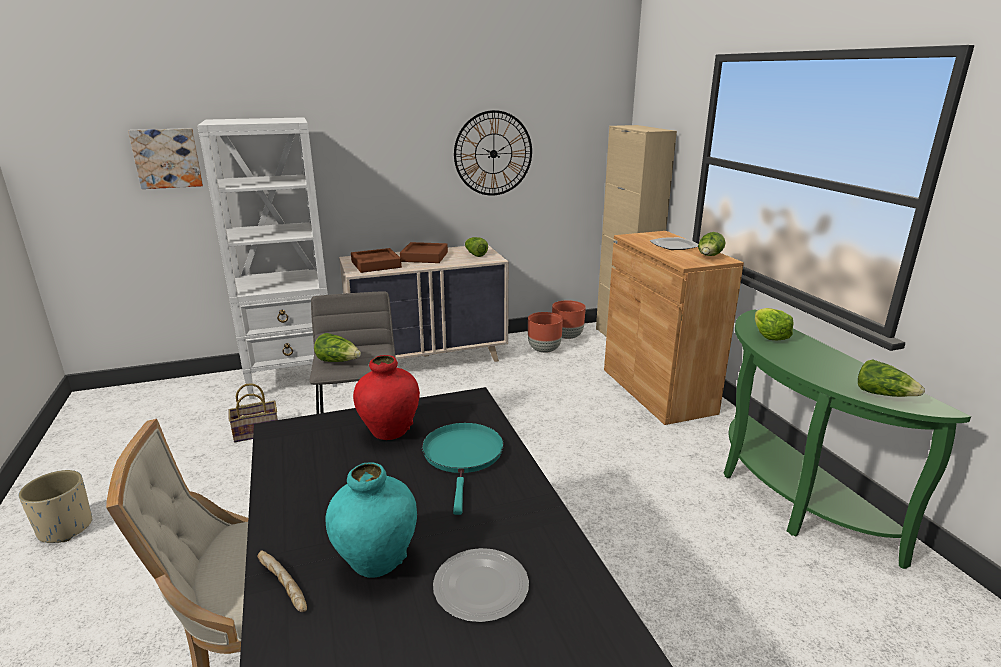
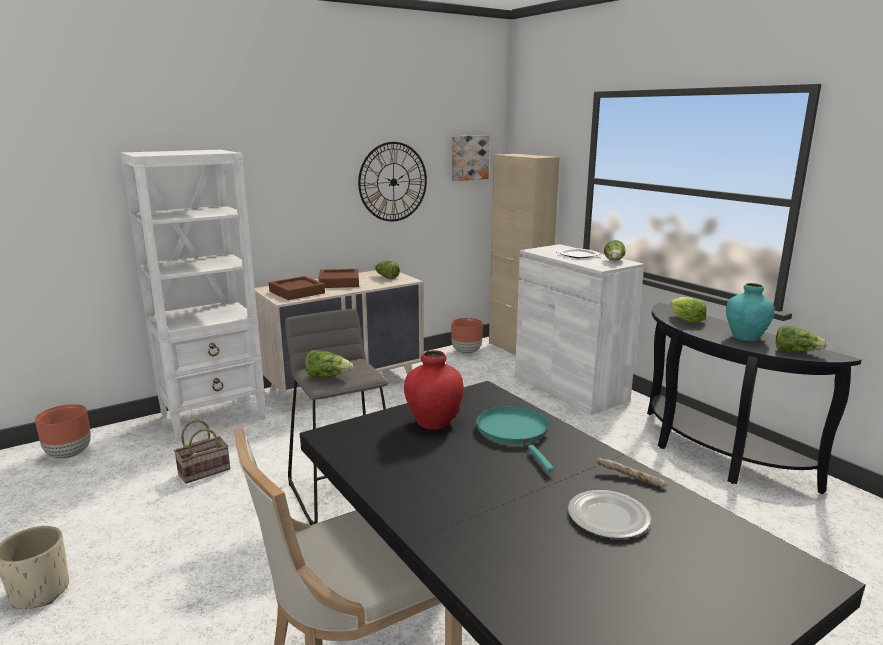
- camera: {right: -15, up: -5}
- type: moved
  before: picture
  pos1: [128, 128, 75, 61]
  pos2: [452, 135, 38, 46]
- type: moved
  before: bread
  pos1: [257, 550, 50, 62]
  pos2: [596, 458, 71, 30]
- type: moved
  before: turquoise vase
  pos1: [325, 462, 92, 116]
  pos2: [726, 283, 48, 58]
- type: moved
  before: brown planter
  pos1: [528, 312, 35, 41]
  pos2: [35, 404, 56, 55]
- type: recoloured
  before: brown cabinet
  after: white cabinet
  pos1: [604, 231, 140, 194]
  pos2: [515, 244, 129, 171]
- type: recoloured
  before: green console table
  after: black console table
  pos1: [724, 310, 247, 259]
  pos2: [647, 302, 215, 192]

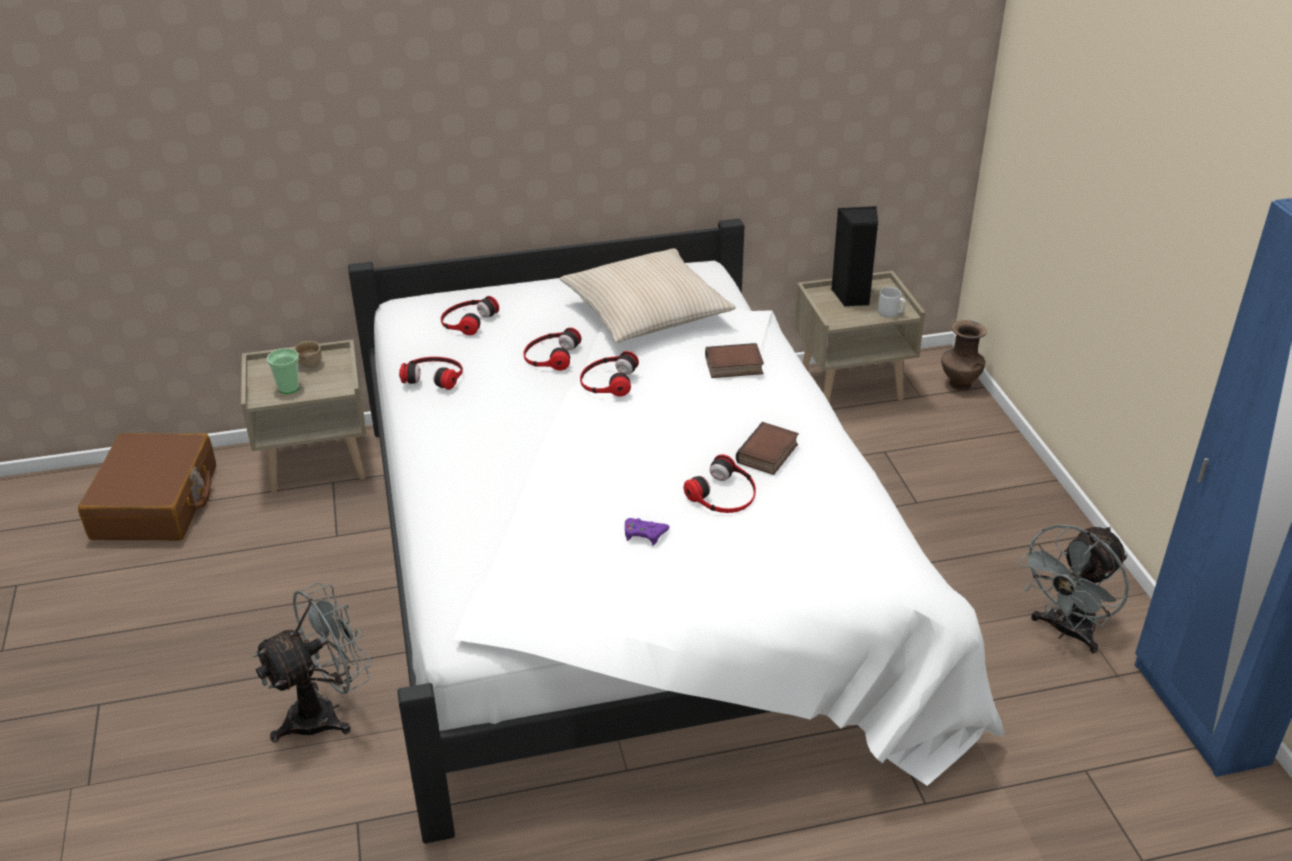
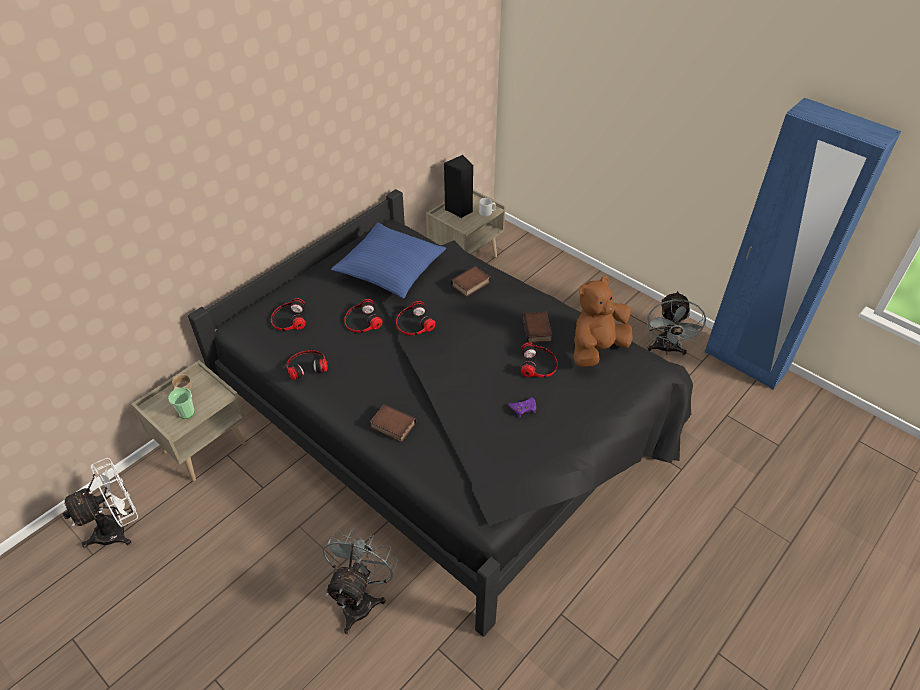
- camera: {right: -35, up: 10}
- type: replaced
  before: brown suitcase
  after: white fan
  pos1: [78, 433, 138, 108]
  pos2: [62, 458, 76, 90]
- type: recoloured
  before: white bed
  after: black bed
  pos1: [348, 218, 656, 626]
  pos2: [188, 189, 505, 448]
- type: recoloured
  before: beige pillow
  after: blue pillow
  pos1: [560, 248, 176, 95]
  pos2: [331, 223, 115, 75]
- type: removed
  before: brown vase
  pos1: [941, 320, 46, 71]
- type: added
  after: book
  pos2: [370, 404, 46, 38]
- type: added
  after: brown plush toy
  pos2: [573, 276, 60, 91]

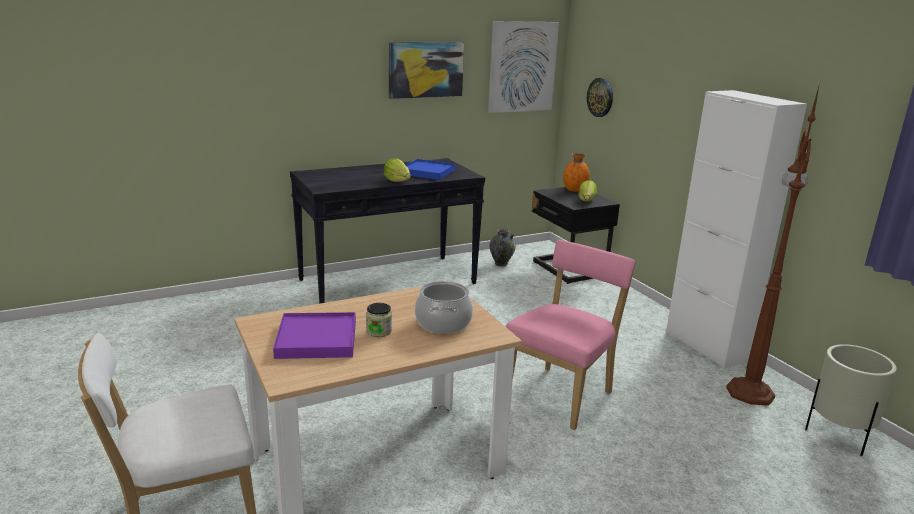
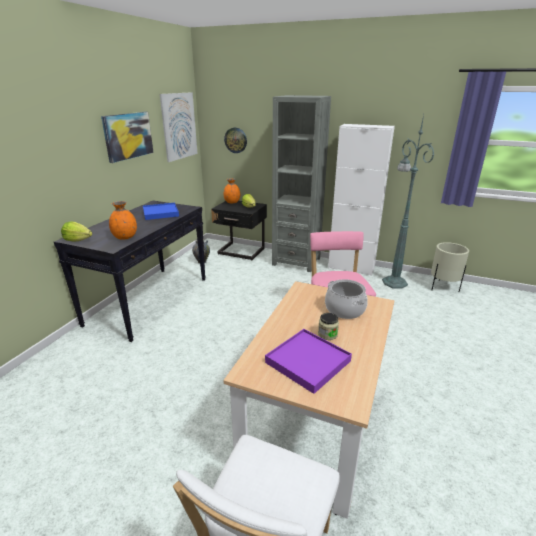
- camera: {right: -40, up: 5}
- type: moved
  before: lettuce
  pos1: [384, 158, 27, 24]
  pos2: [61, 221, 31, 21]
- type: recoloured
  before: brown floor lamp
  after: green floor lamp
  pos1: [726, 83, 94, 323]
  pos2: [382, 115, 52, 173]
- type: added
  after: orange vase
  pos2: [109, 201, 28, 39]
- type: added
  after: grey bookcase
  pos2: [272, 95, 59, 177]

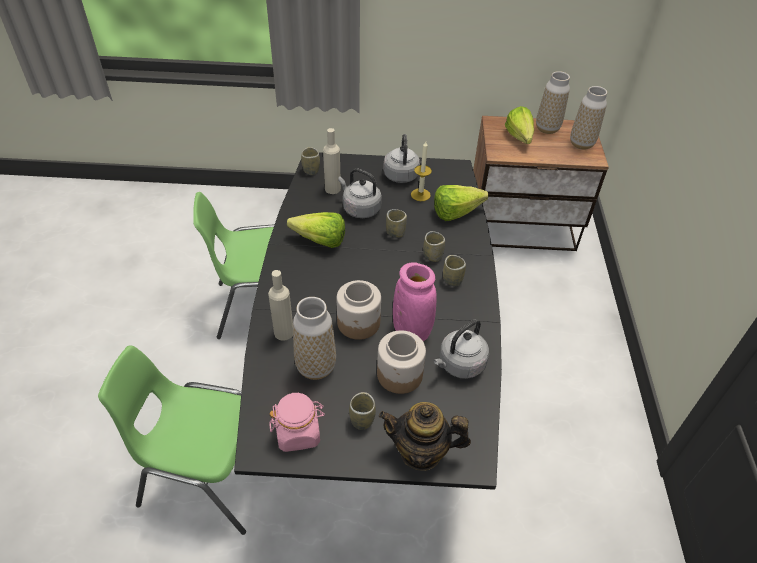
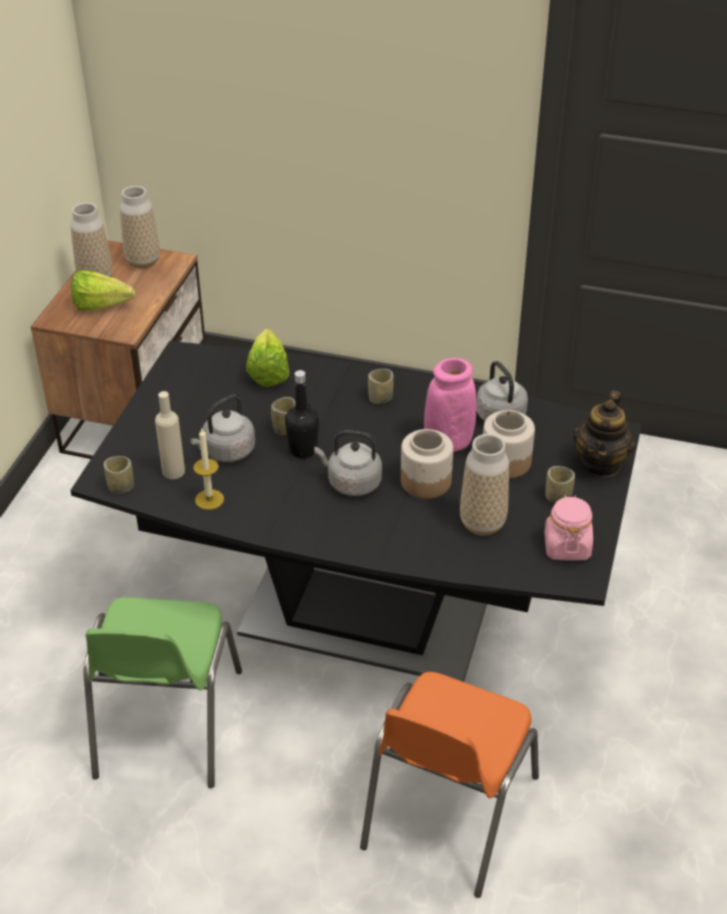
- camera: {right: -75, up: -5}
- type: recoloured
  before: green chair
  after: orange chair
  pos1: [98, 345, 148, 190]
  pos2: [360, 672, 179, 226]
- type: removed
  before: beige bottle
  pos1: [268, 270, 25, 71]
- type: removed
  before: lettuce
  pos1: [287, 212, 58, 36]
- type: moved
  before: grey kettle
  pos1: [383, 134, 37, 49]
  pos2: [314, 430, 68, 66]
- type: moved
  before: candle
  pos1: [411, 141, 21, 60]
  pos2: [193, 429, 31, 81]
- type: removed
  before: cup
  pos1: [423, 231, 22, 31]
- type: added
  after: black bottle
  pos2: [285, 370, 34, 88]

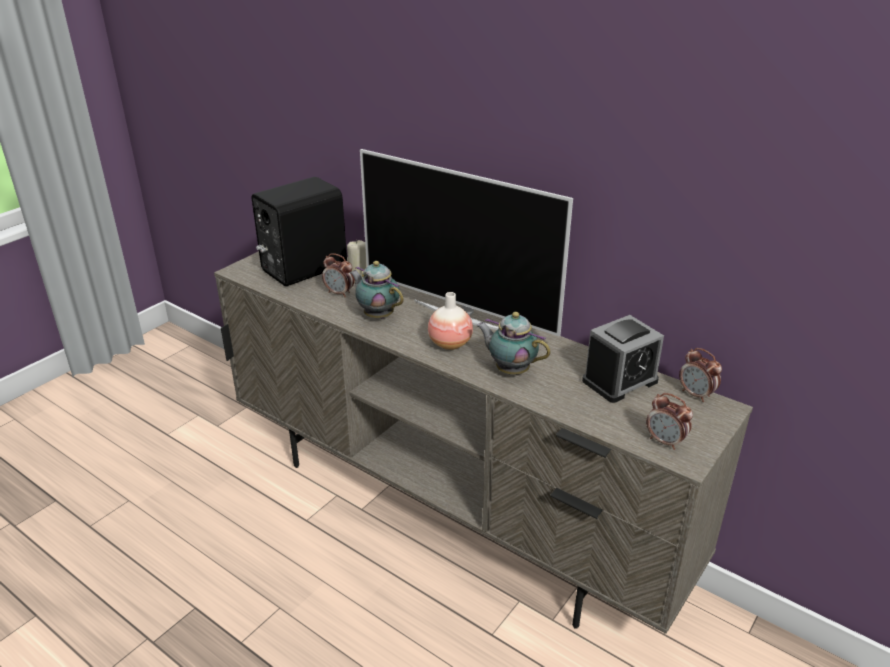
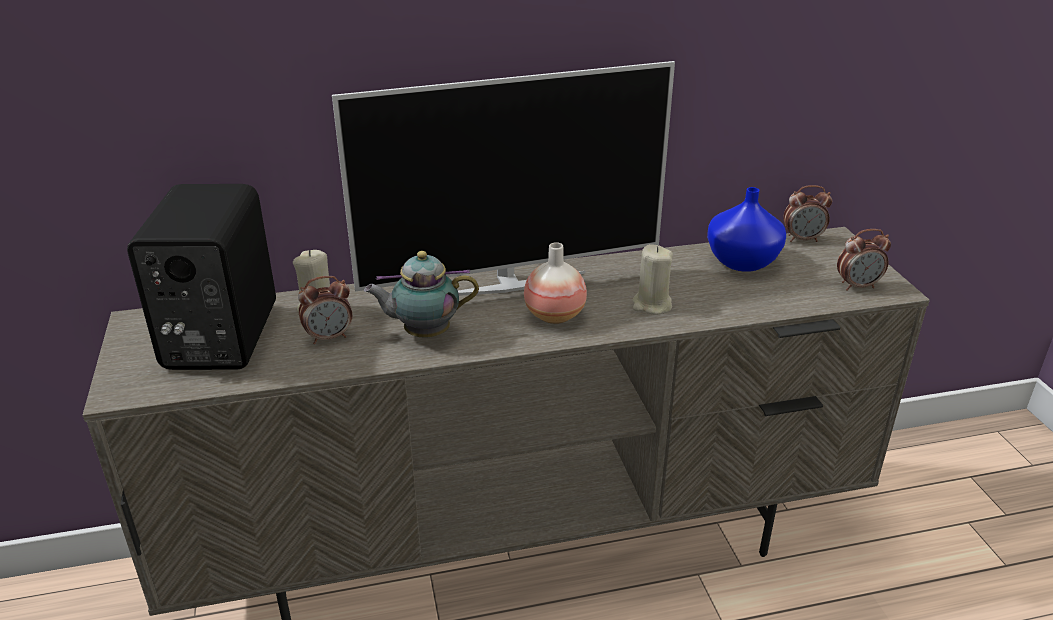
- camera: {right: -50, up: 0}
- type: replaced
  before: teapot
  after: beige candle
  pos1: [476, 312, 74, 63]
  pos2: [632, 244, 41, 71]
- type: replaced
  before: alarm clock
  after: blue vase
  pos1: [582, 315, 82, 88]
  pos2: [707, 187, 79, 85]

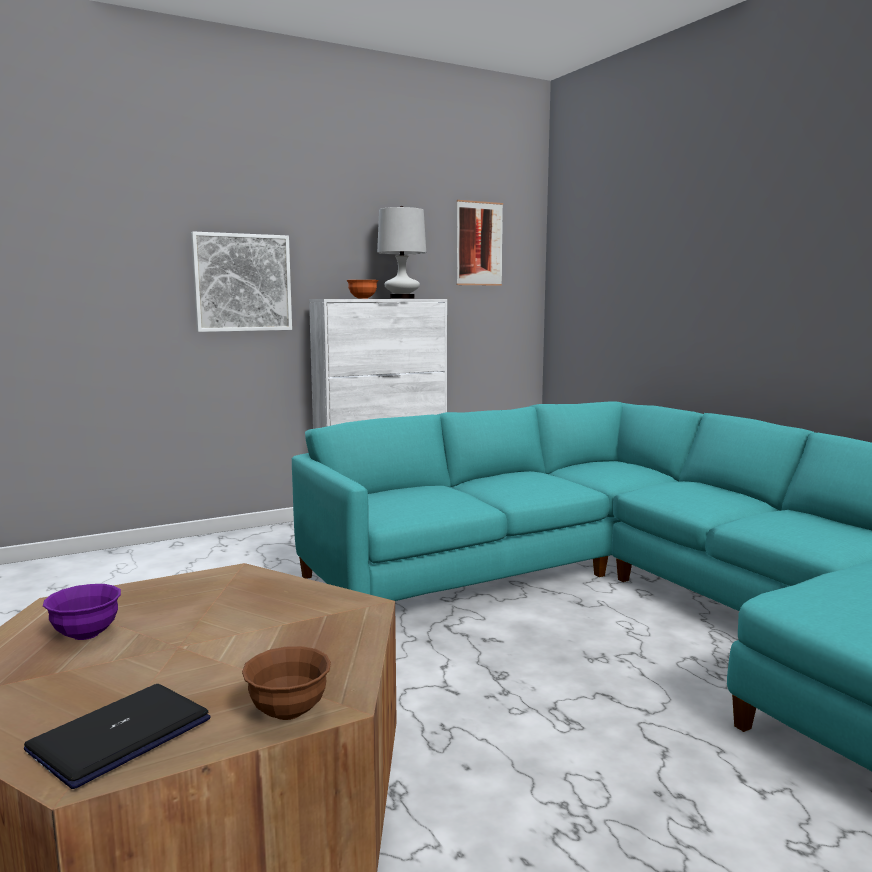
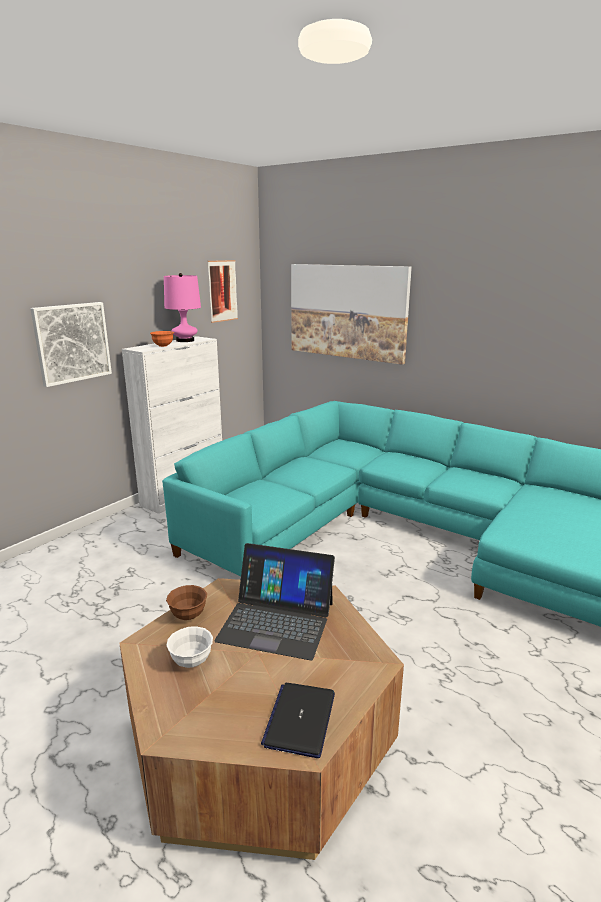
- camera: {right: -25, up: 10}
- type: recoloured
  before: purple bowl
  after: white bowl
  pos1: [43, 584, 78, 56]
  pos2: [166, 627, 47, 41]
- type: moved
  before: brown bowl
  pos1: [242, 646, 89, 74]
  pos2: [166, 585, 41, 35]
- type: recoloured
  before: white table lamp
  after: pink table lamp
  pos1: [377, 206, 49, 93]
  pos2: [164, 273, 37, 69]
- type: added
  after: laptop
  pos2: [214, 543, 121, 117]
- type: added
  after: picture
  pos2: [291, 264, 121, 101]

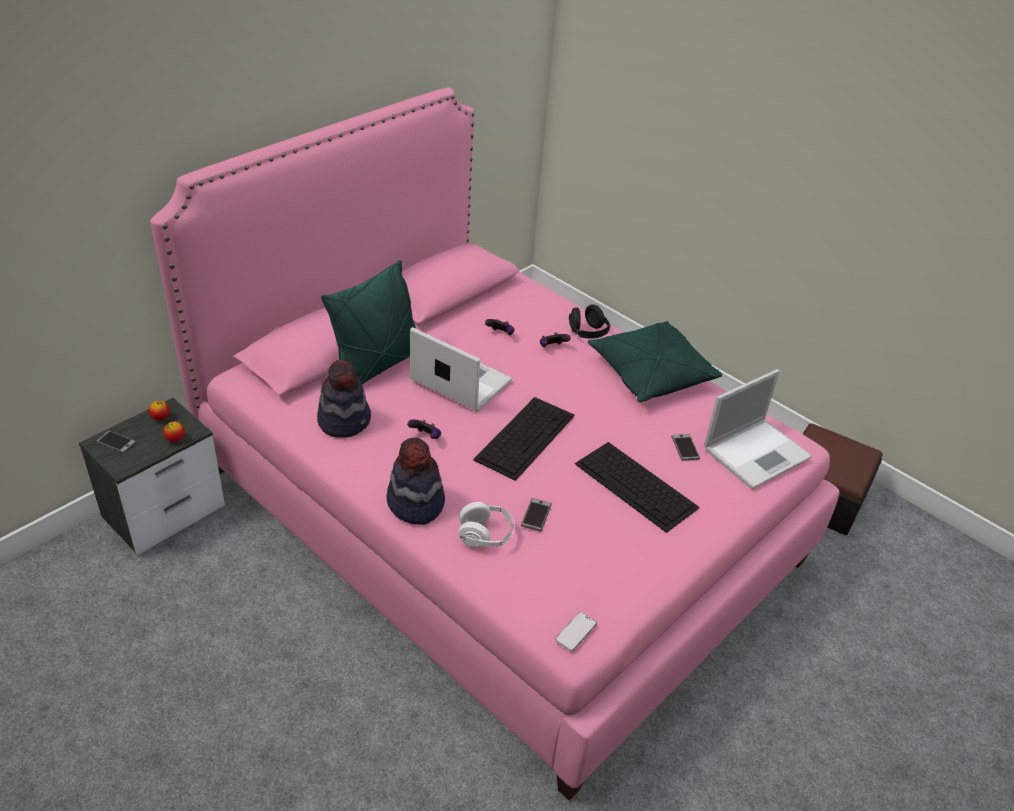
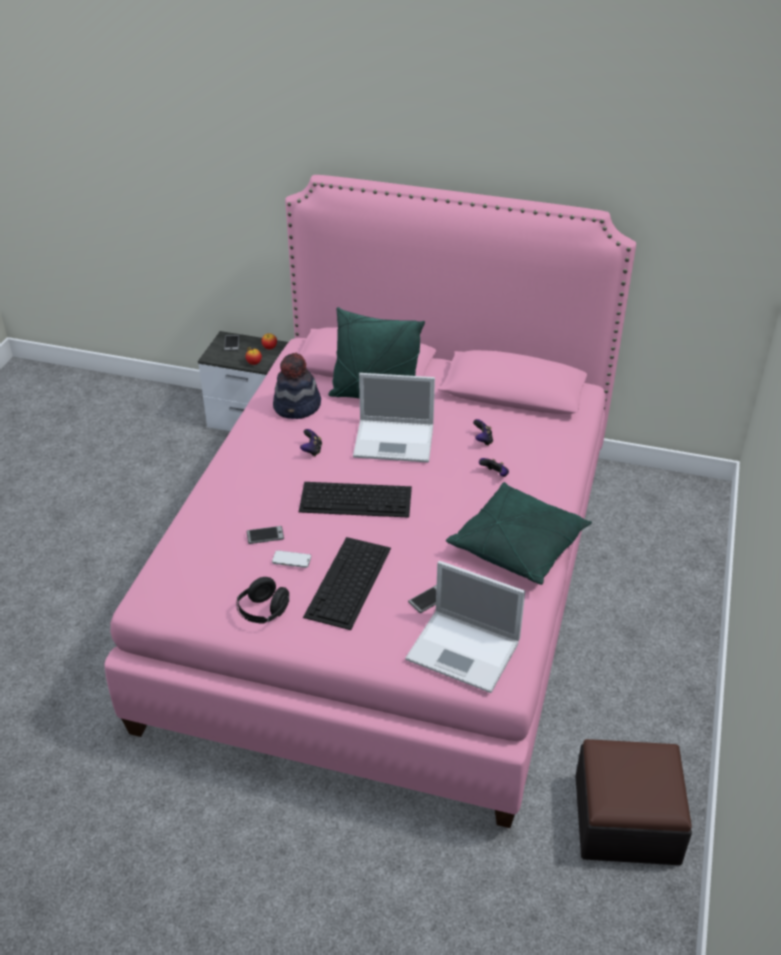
- camera: {right: 65, up: 0}
- type: removed
  before: hat
  pos1: [386, 437, 59, 88]
- type: turned
  before: laptop
  pos1: [410, 327, 103, 85]
  pos2: [353, 373, 82, 89]
  turn: 90
- type: removed
  before: white headphones
  pos1: [459, 502, 56, 47]
- type: moved
  before: phone
  pos1: [555, 612, 42, 39]
  pos2: [272, 550, 39, 18]
- type: moved
  before: black headphones
  pos1: [569, 304, 42, 35]
  pos2: [236, 577, 53, 47]

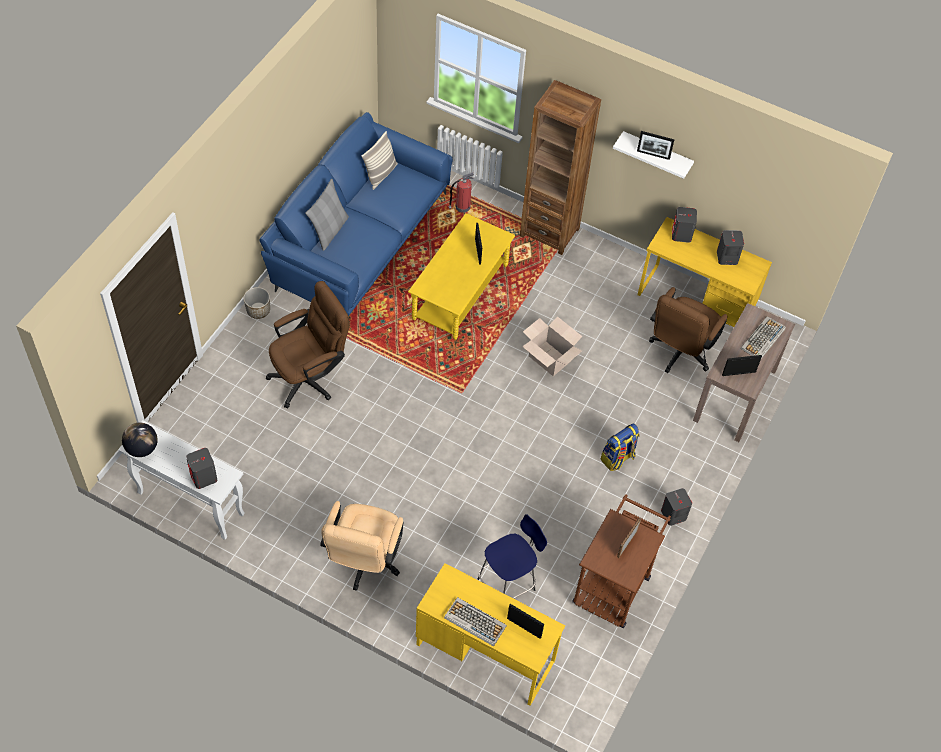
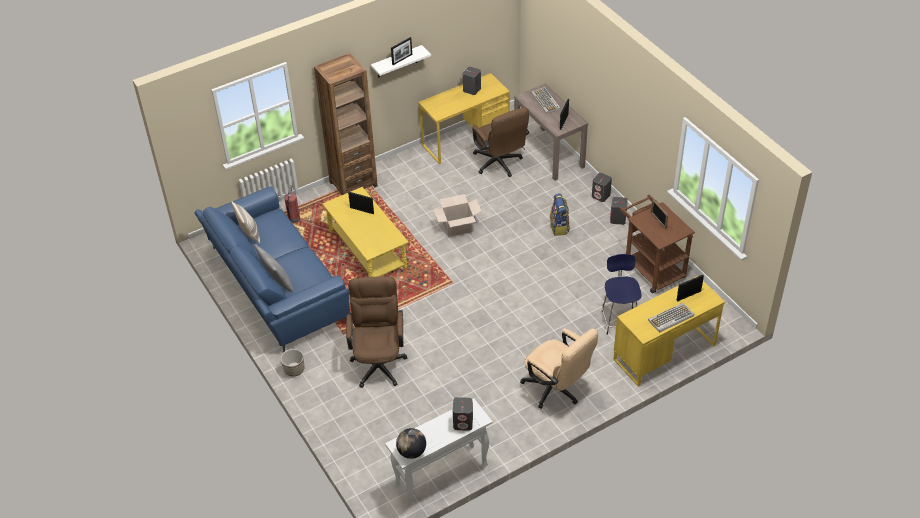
- camera: {right: -55, up: -10}
- type: moved
  before: grey speaker
  pos1: [672, 207, 25, 36]
  pos2: [592, 173, 20, 29]

